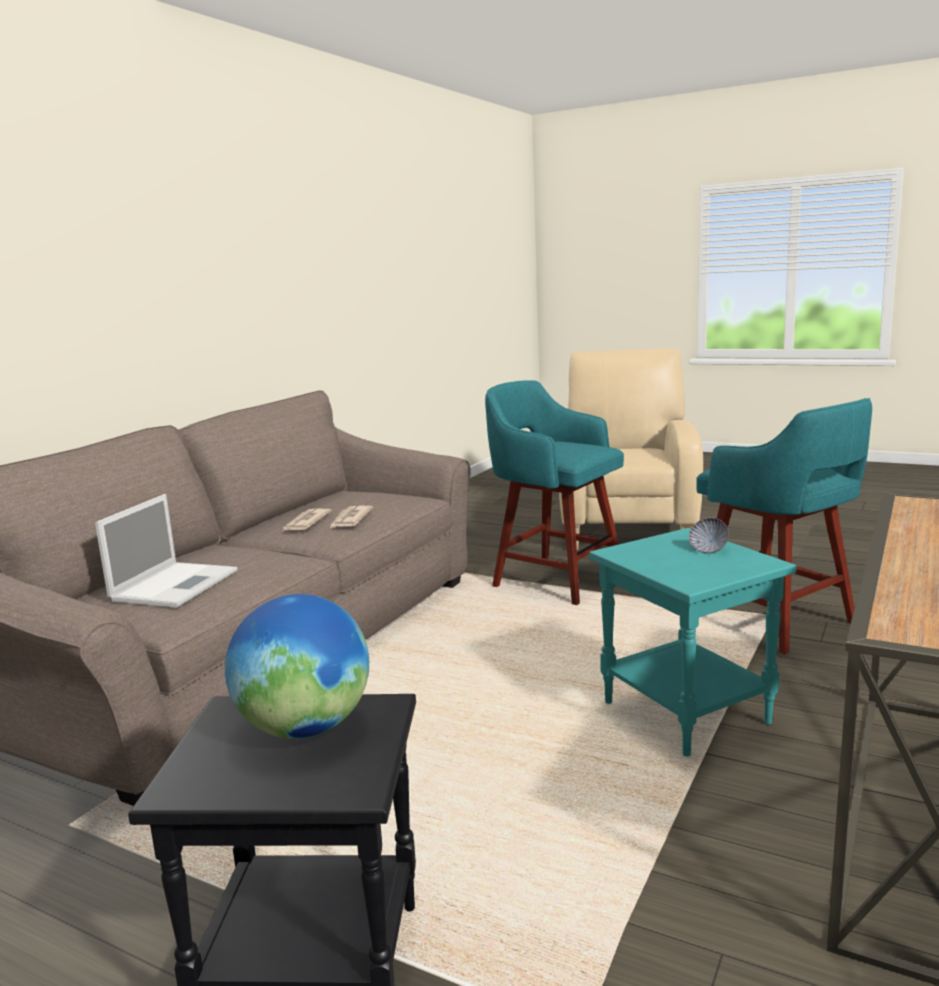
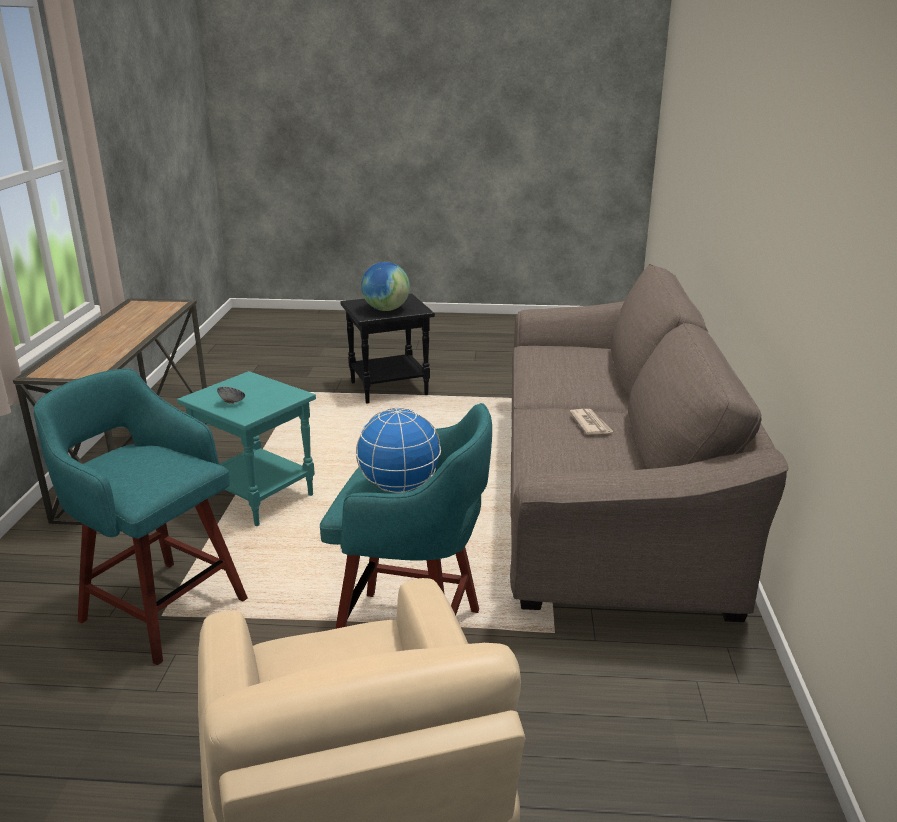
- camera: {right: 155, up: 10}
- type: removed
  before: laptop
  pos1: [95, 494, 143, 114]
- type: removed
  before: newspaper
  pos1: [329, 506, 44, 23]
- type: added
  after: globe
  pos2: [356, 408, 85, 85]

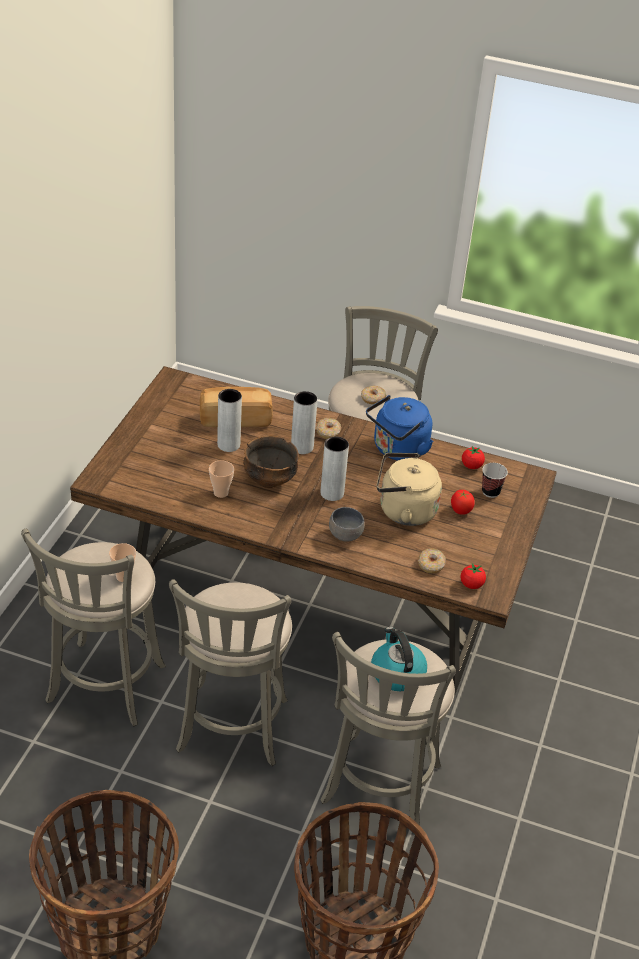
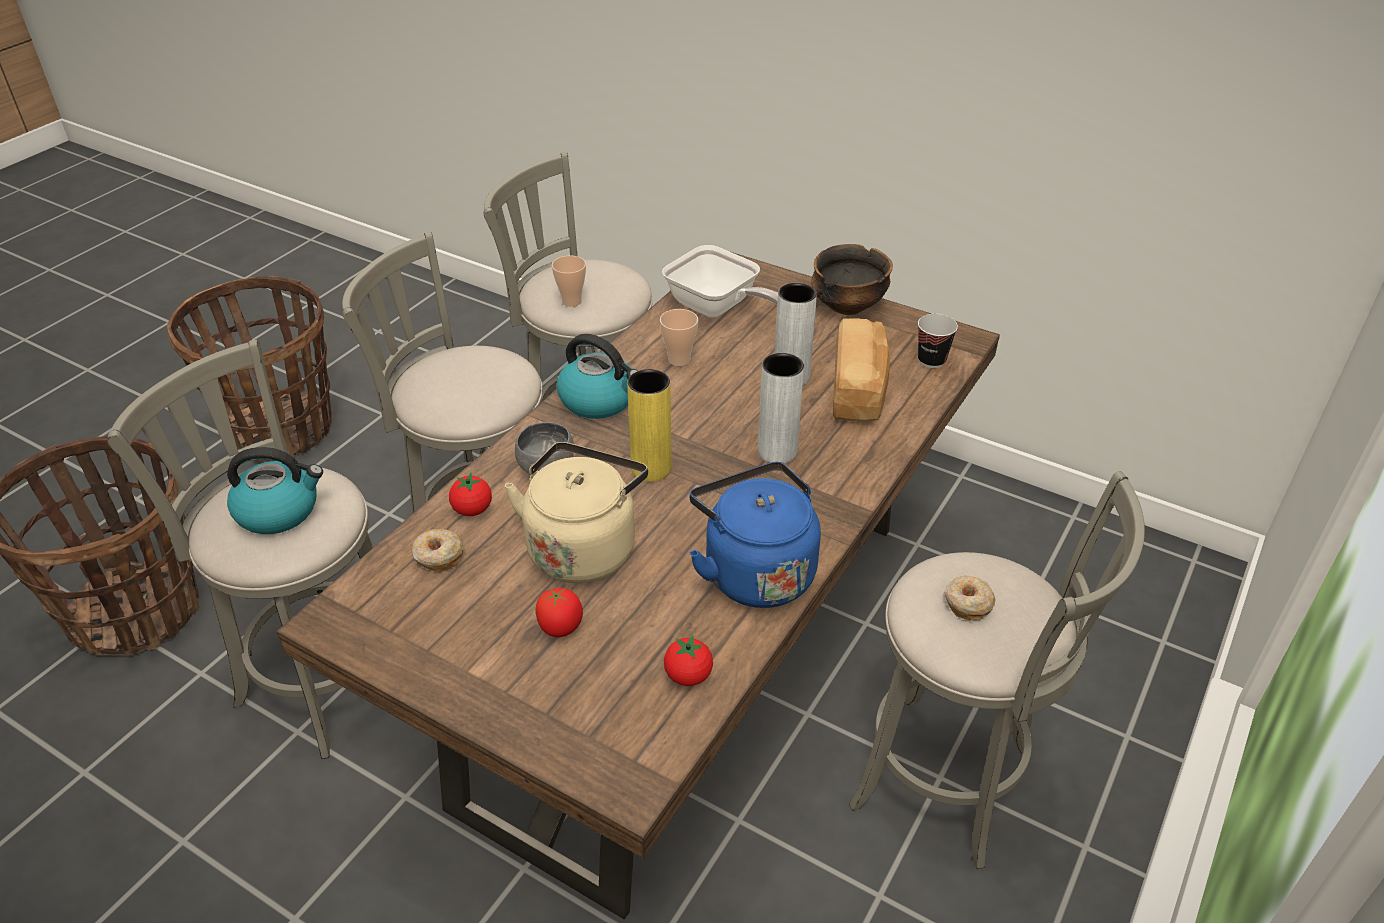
- camera: {right: 105, up: 0}
- type: moved
  before: bowl
  pos1: [243, 436, 56, 52]
  pos2: [811, 244, 82, 71]
- type: removed
  before: donut
  pos1: [316, 418, 25, 21]
- type: recoloured
  before: grey vase
  after: yellow vase
  pos1: [321, 437, 28, 64]
  pos2: [627, 369, 45, 113]
- type: moved
  before: tomato
  pos1: [460, 563, 26, 26]
  pos2: [449, 473, 43, 43]
- type: moved
  before: cup
  pos1: [482, 463, 26, 35]
  pos2: [918, 314, 40, 54]
- type: added
  after: kettle
  pos2: [557, 334, 81, 85]
- type: added
  after: frying pan
  pos2: [662, 245, 116, 73]

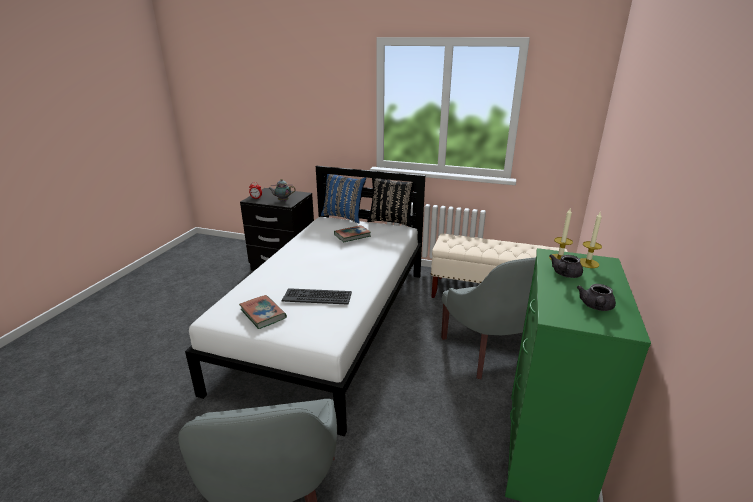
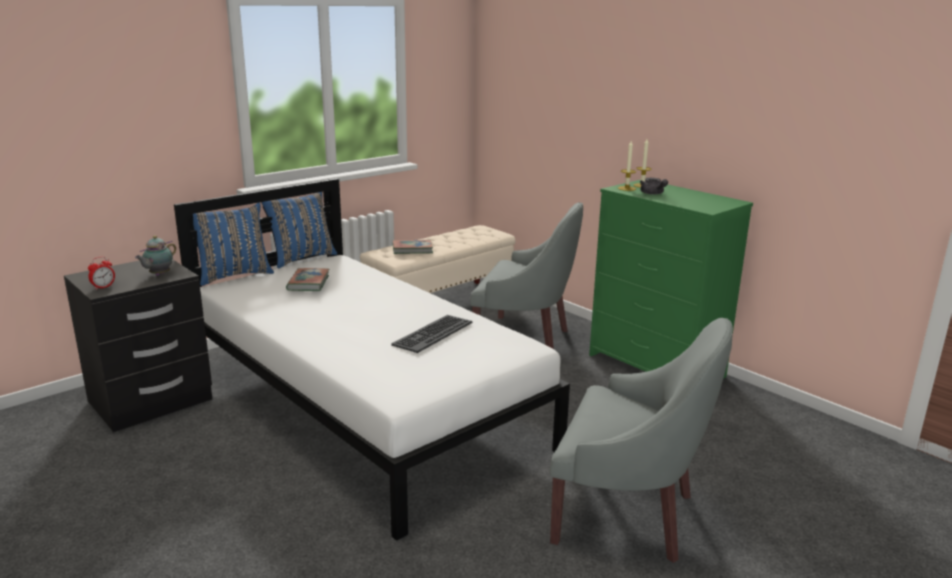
- camera: {right: -60, up: -5}
- type: moved
  before: book
  pos1: [239, 295, 48, 34]
  pos2: [393, 240, 40, 14]
- type: recoloured
  before: black pillow
  after: blue pillow
  pos1: [367, 178, 47, 49]
  pos2: [261, 192, 76, 77]
- type: removed
  before: grey teapot
  pos1: [577, 284, 39, 27]

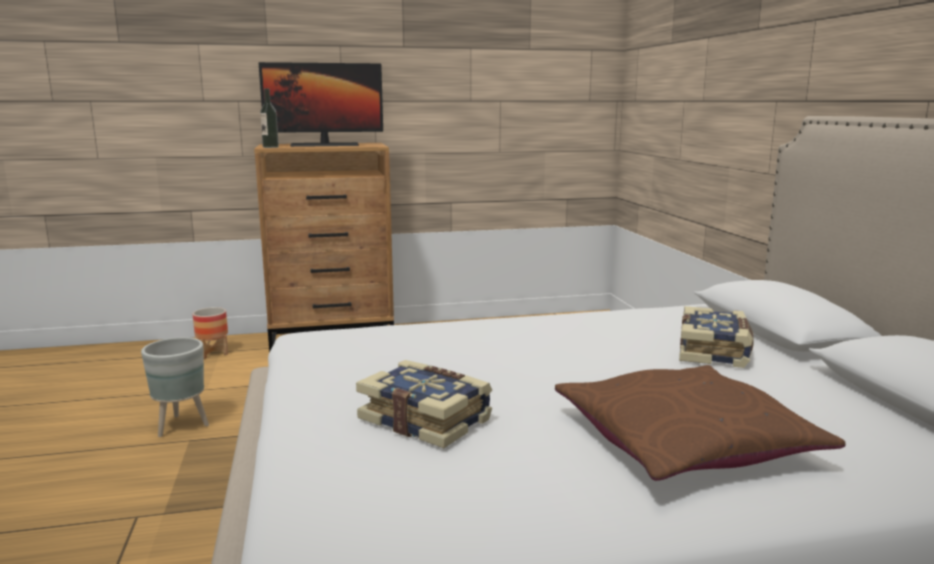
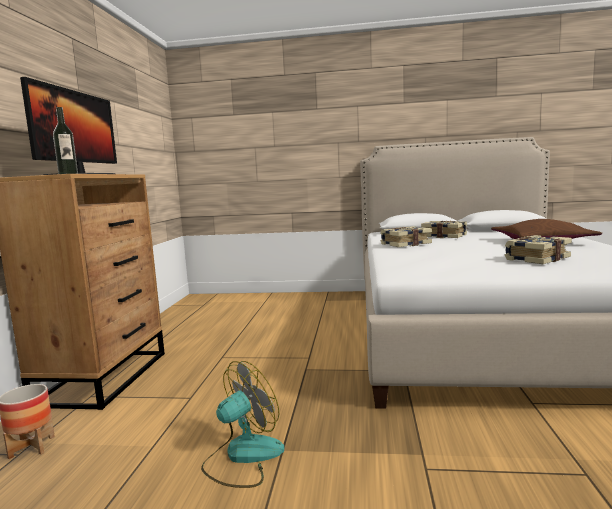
- camera: {right: -70, up: -5}
- type: replaced
  before: grey planter
  after: fan
  pos1: [141, 337, 68, 100]
  pos2: [201, 361, 84, 127]
- type: added
  after: book
  pos2: [380, 226, 52, 21]

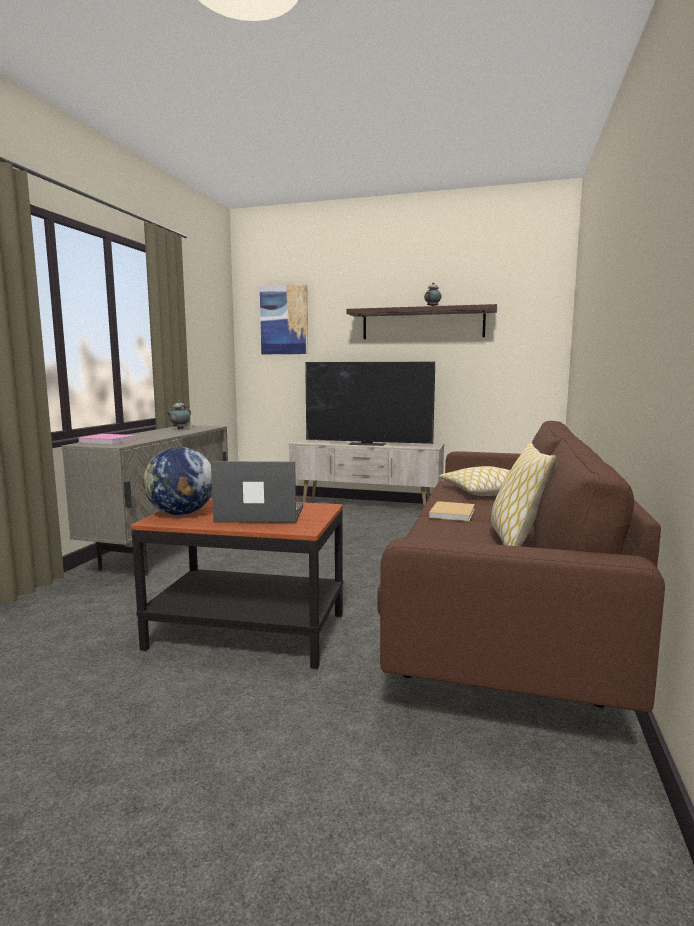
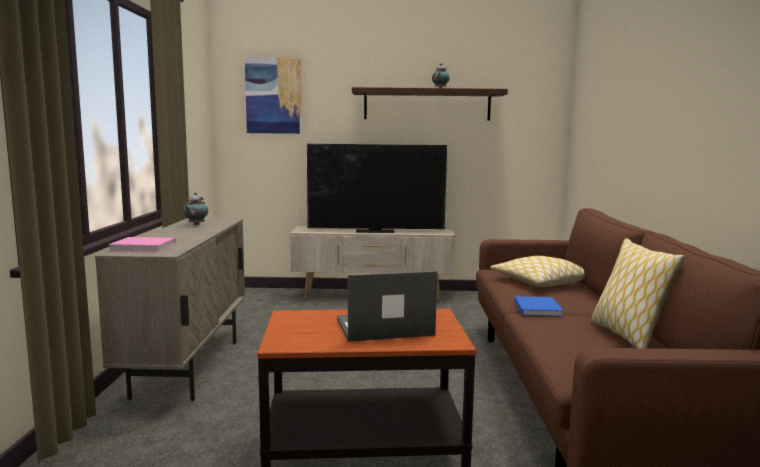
- camera: {right: -15, up: 0}
- type: removed
  before: globe
  pos1: [143, 447, 69, 68]
- type: recoloured
  before: beige book
  after: blue book
  pos1: [429, 501, 46, 20]
  pos2: [514, 296, 49, 21]

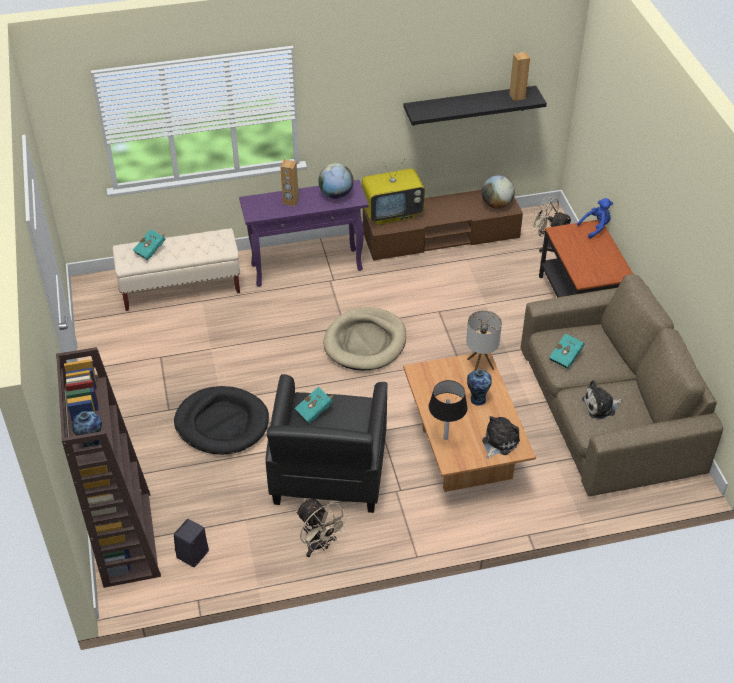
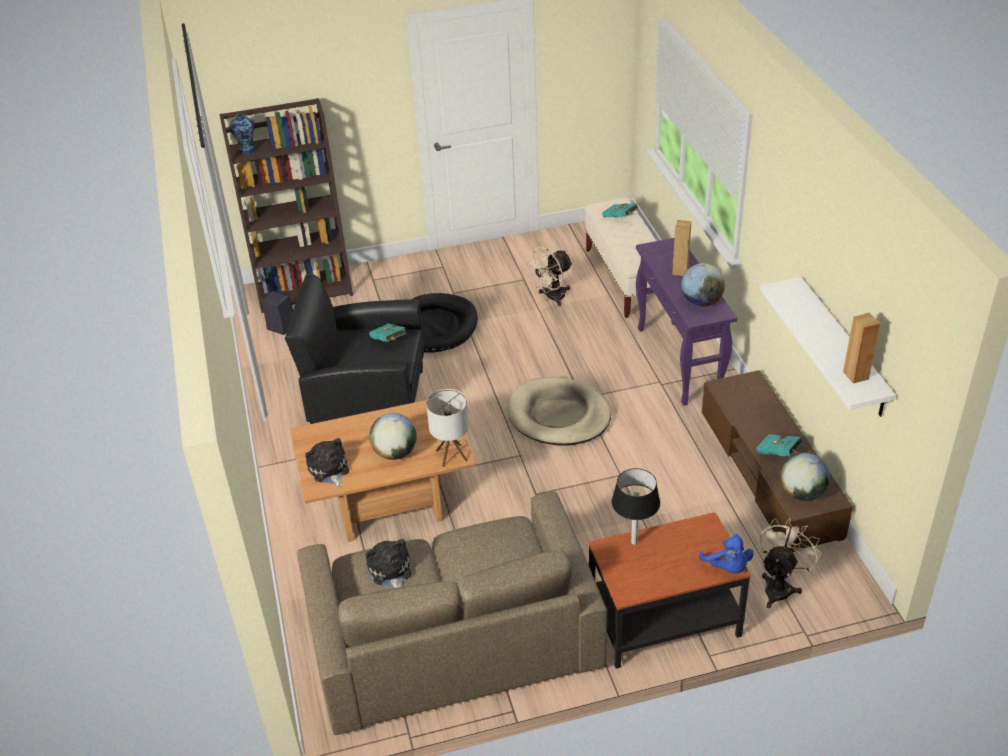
- camera: {right: 90, up: -5}
- type: moved
  before: beige fan
  pos1: [296, 498, 53, 59]
  pos2: [526, 247, 47, 59]
- type: removed
  before: television
  pos1: [362, 158, 63, 67]
- type: recoloured
  before: black shelf
  after: white shelf
  pos1: [404, 86, 143, 40]
  pos2: [760, 277, 136, 140]
- type: moved
  before: black table lamp
  pos1: [429, 380, 39, 60]
  pos2: [612, 468, 48, 77]
- type: replaced
  before: vase
  after: globe
  pos1: [467, 369, 24, 36]
  pos2: [369, 413, 48, 47]
- type: turned
  before: plush toy
  pos1: [482, 416, 38, 43]
  pos2: [305, 438, 44, 50]
  turn: -150
- type: moved
  before: turquoise book
  pos1: [549, 333, 36, 36]
  pos2: [757, 434, 45, 22]

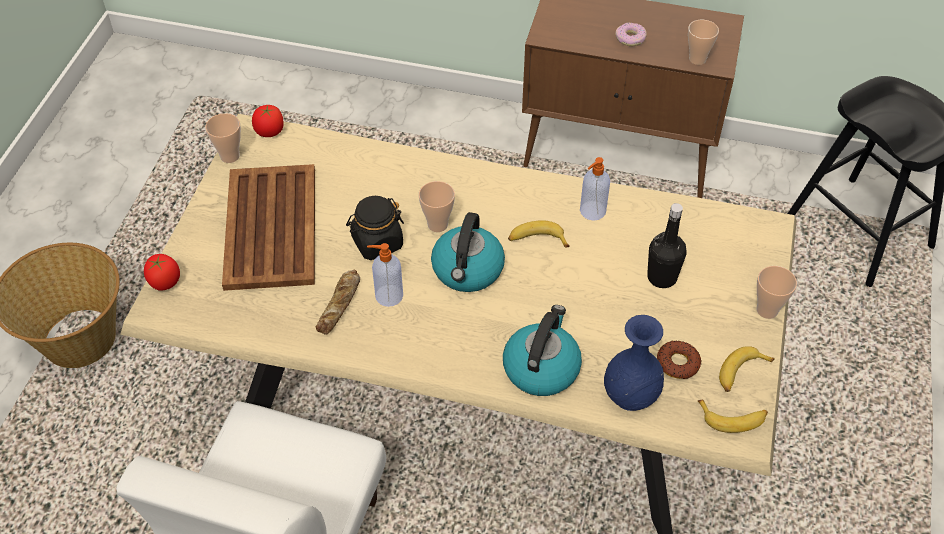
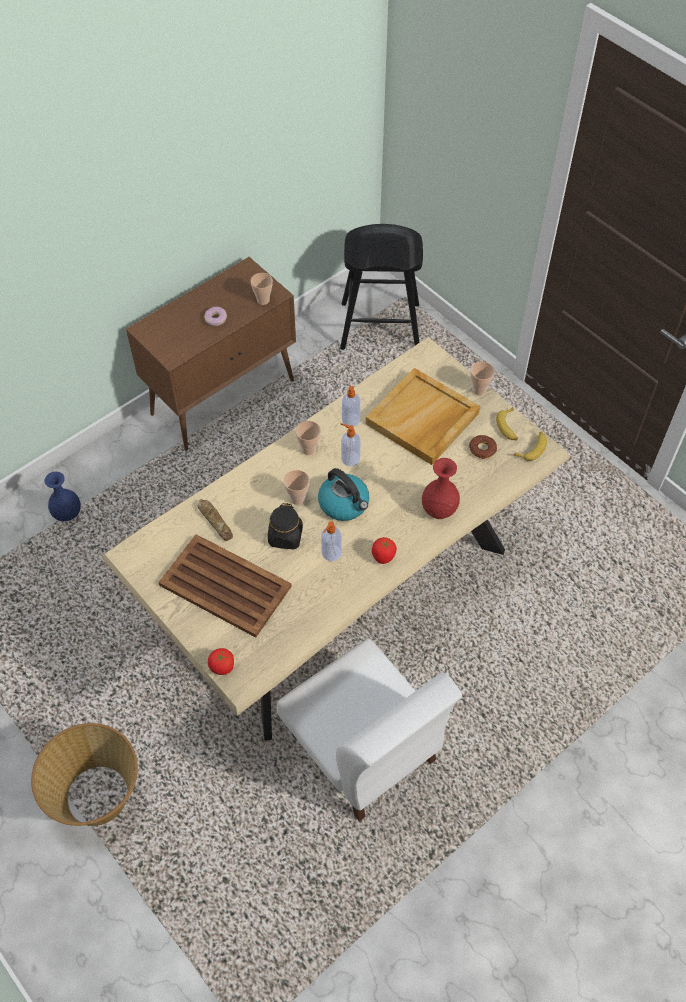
- camera: {right: -55, up: 5}
- type: moved
  before: cup
  pos1: [205, 113, 36, 50]
  pos2: [296, 421, 25, 34]
- type: moved
  before: tomato
  pos1: [252, 105, 32, 32]
  pos2: [372, 537, 25, 27]
- type: moved
  before: bread
  pos1: [316, 270, 44, 65]
  pos2: [198, 499, 35, 42]
- type: replaced
  before: kettle
  after: red vase
  pos1: [503, 305, 79, 91]
  pos2: [422, 458, 38, 61]
- type: replaced
  before: banana
  after: soap dispenser
  pos1: [508, 220, 62, 27]
  pos2: [341, 423, 19, 43]
- type: moved
  before: blue vase
  pos1: [604, 315, 60, 96]
  pos2: [44, 472, 37, 49]
- type: replaced
  before: black bottle
  after: beige tray
  pos1: [647, 203, 40, 85]
  pos2: [366, 368, 114, 97]

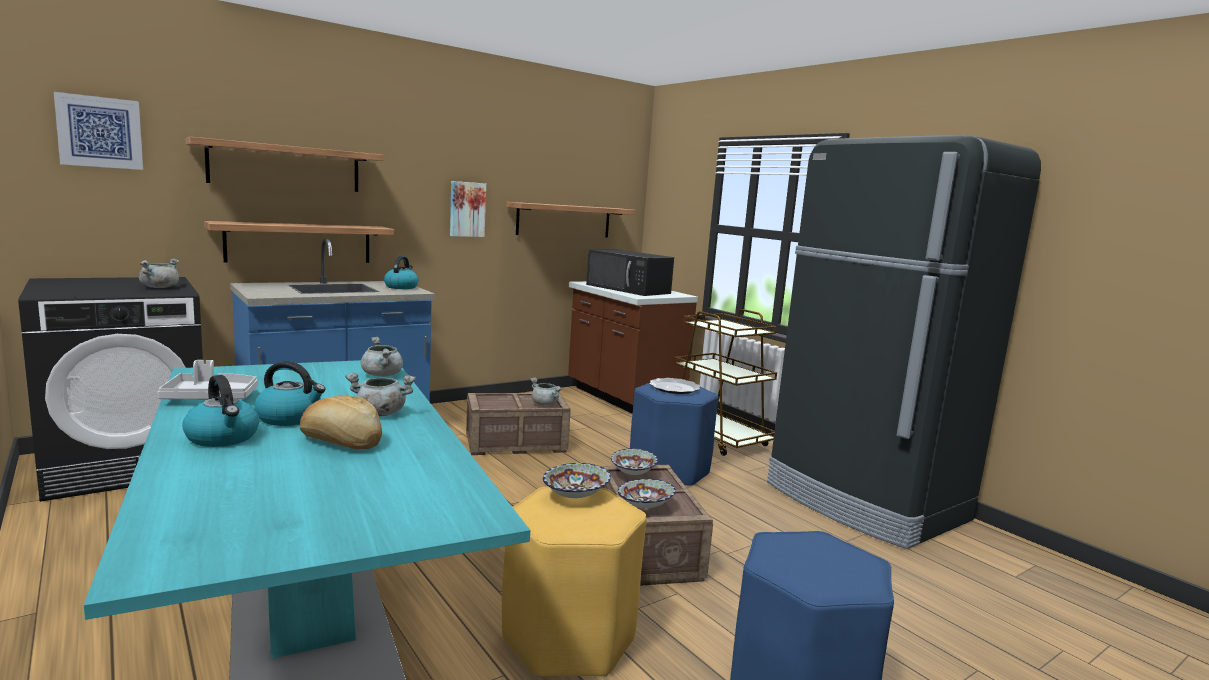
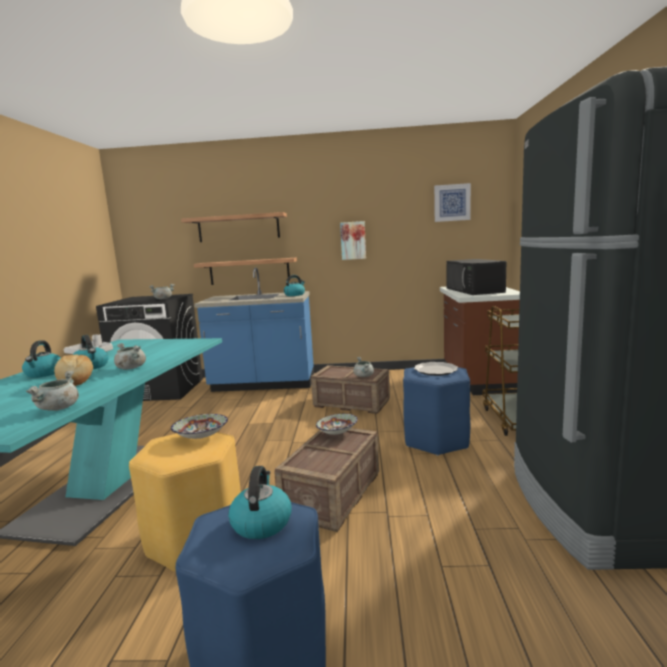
- camera: {right: 40, up: 0}
- type: moved
  before: picture
  pos1: [54, 92, 89, 78]
  pos2: [434, 183, 37, 39]
- type: moved
  before: grey cooking pot
  pos1: [361, 337, 42, 39]
  pos2: [26, 371, 53, 40]
- type: removed
  before: shelf
  pos1: [506, 202, 129, 35]
- type: removed
  before: bowl
  pos1: [618, 479, 58, 29]
- type: added
  after: kettle
  pos2: [228, 466, 63, 73]

